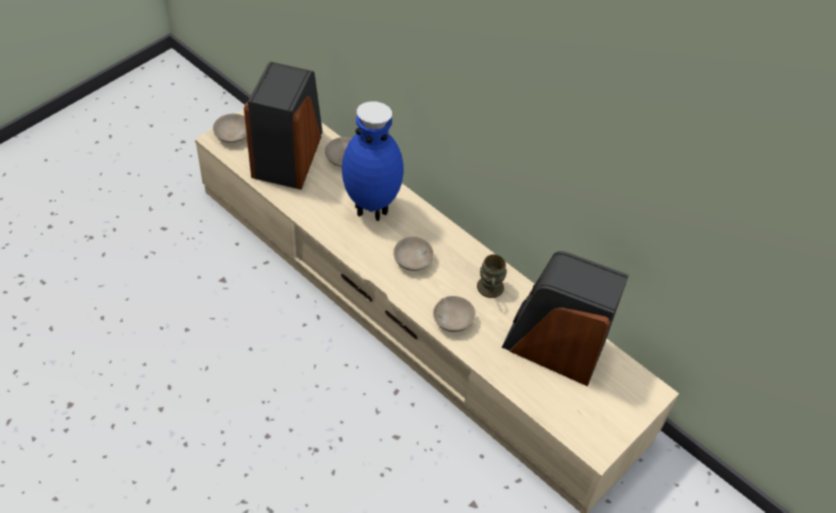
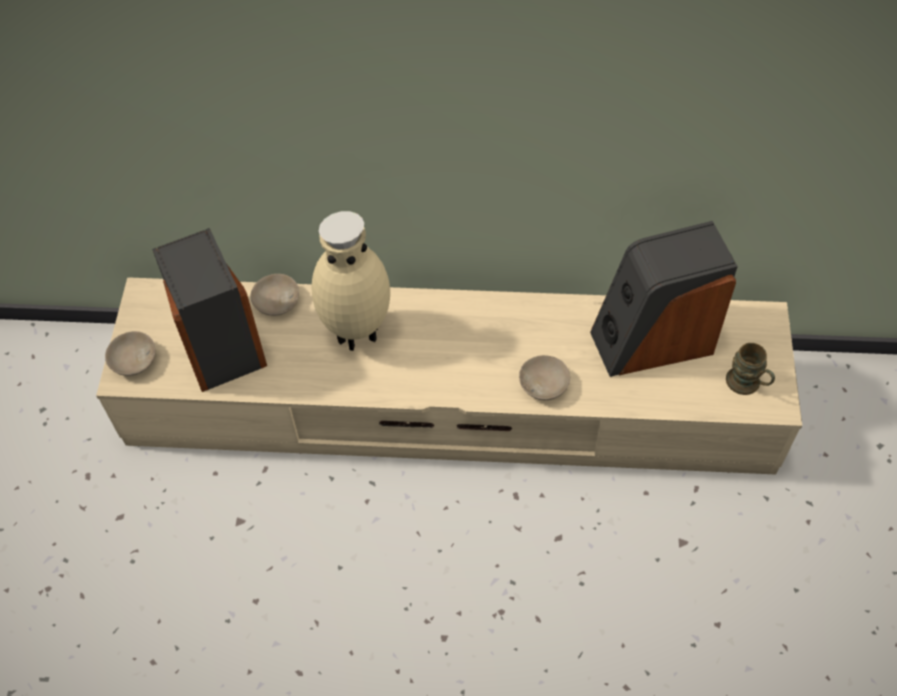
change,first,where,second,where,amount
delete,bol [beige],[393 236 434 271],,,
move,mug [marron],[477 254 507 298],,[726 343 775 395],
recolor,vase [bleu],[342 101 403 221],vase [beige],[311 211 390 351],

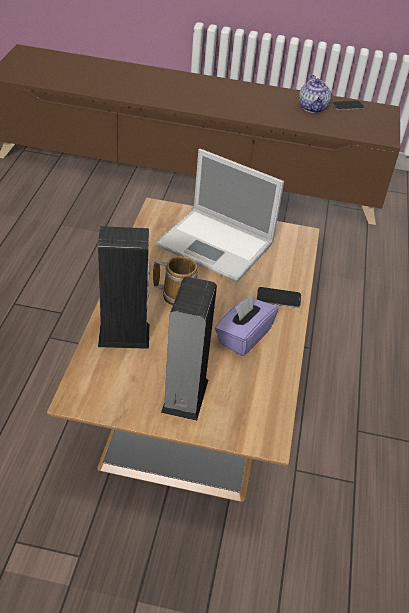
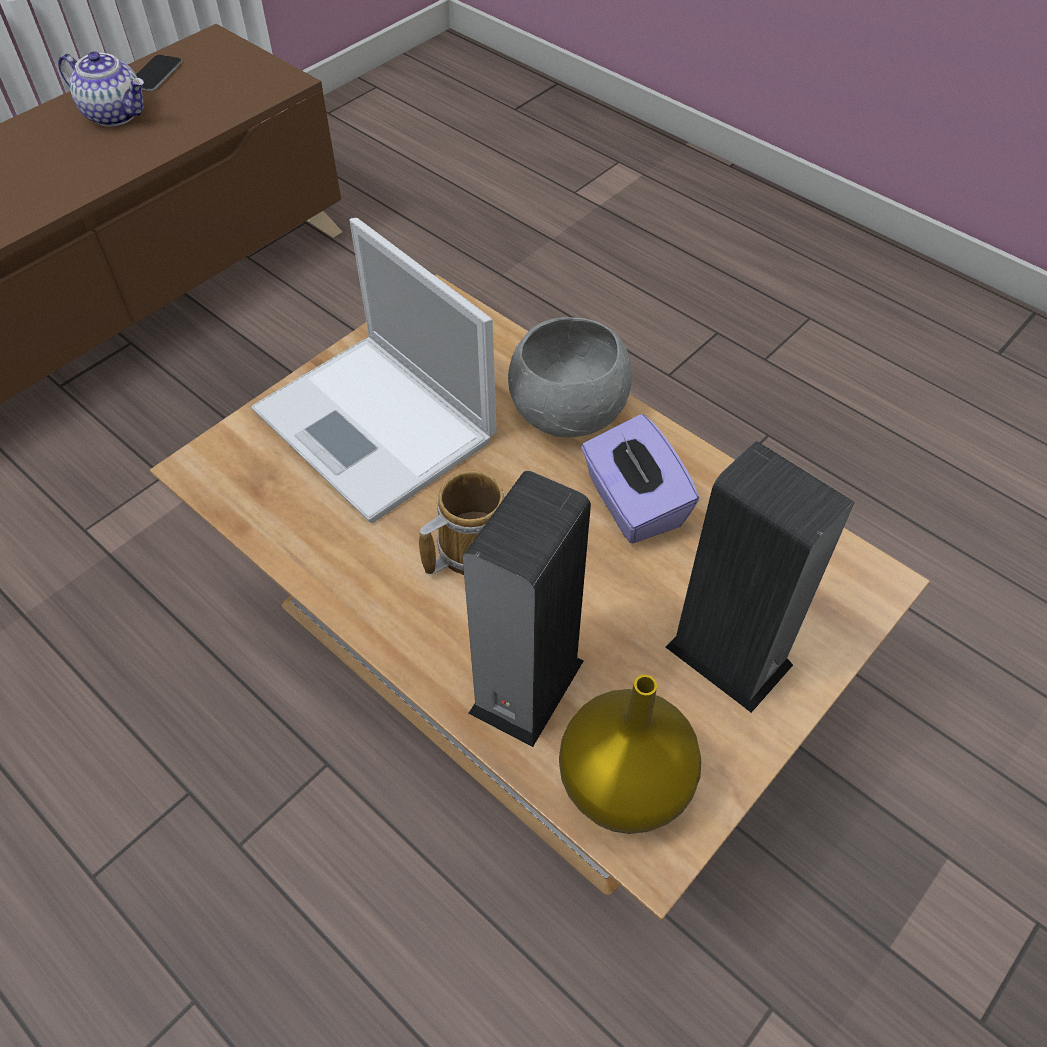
change,first,where,second,where,amount
insert,,,vase [jaune],[559 675 701 834],
replace,téléphone,[257 287 301 308],bol [gris],[508 317 632 437],
rotate,ordinateur portable,[155 149 284 282],,[251 218 496 523],75 degrees clockwise

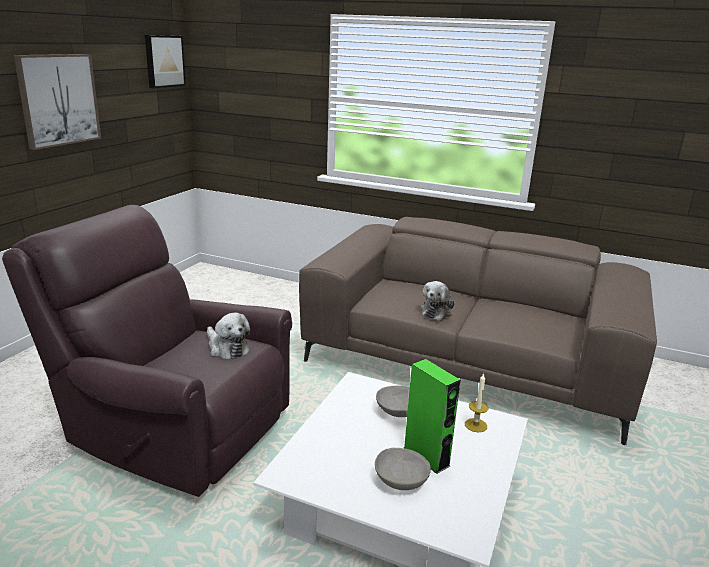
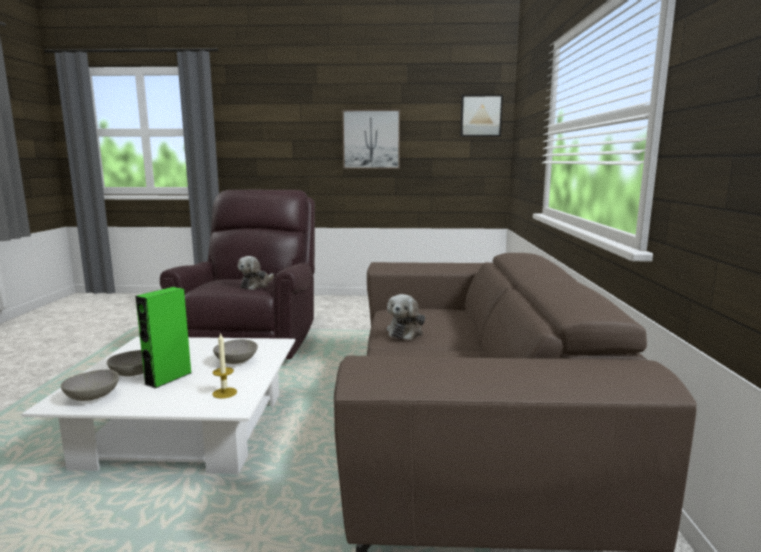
change,first,where,second,where,amount
insert,,,bol [gris],[61 370 119 401],
rotate,peluche,[421 281 455 321],,[387 294 425 340],75 degrees counterclockwise

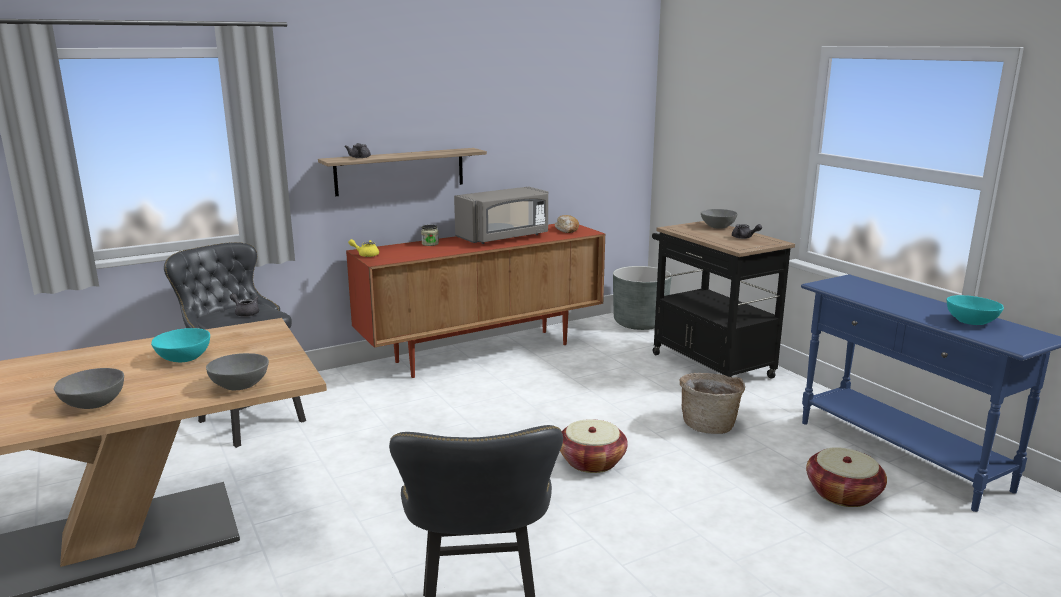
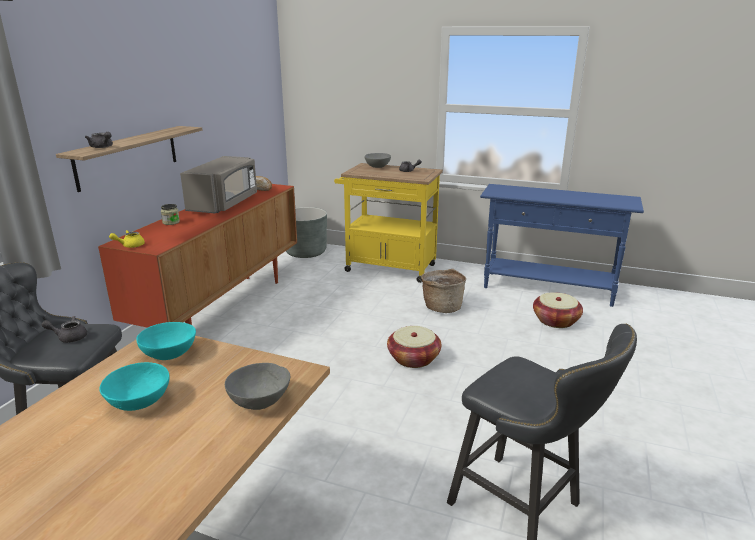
change,first,where,second,where,amount
delete,bol [gris],[54 368 124 409],,,
move,bol [turquoise],[947 295 1004 325],,[136 322 196 360],
recolor,chariot [noir],[652 221 795 379],chariot [jaune],[334 163 443 283],

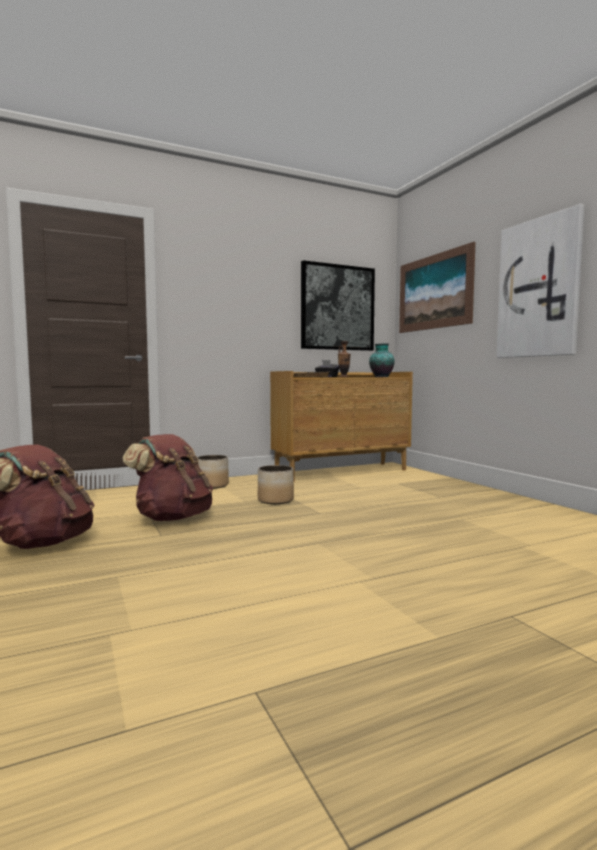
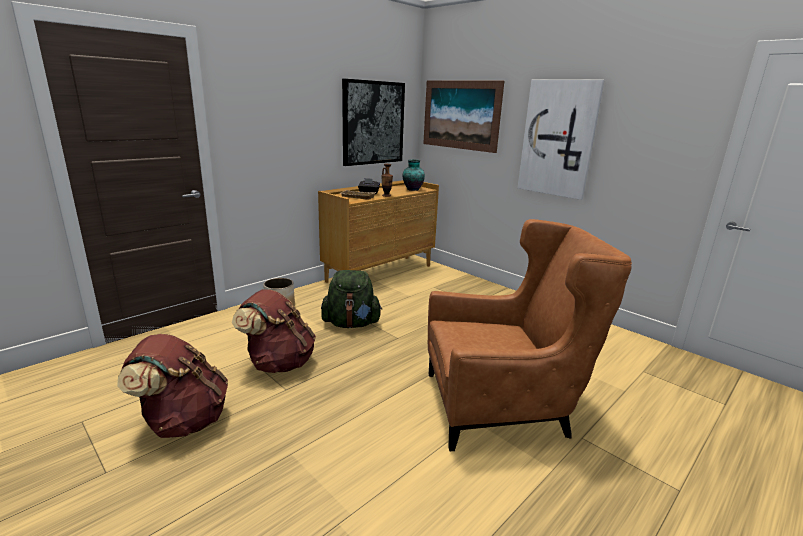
change,first,where,second,where,amount
insert,,,fauteuil [marron],[428 219 632 451],
replace,cache-pot,[258 465 294 504],sac à dos [vert],[321 270 382 328],

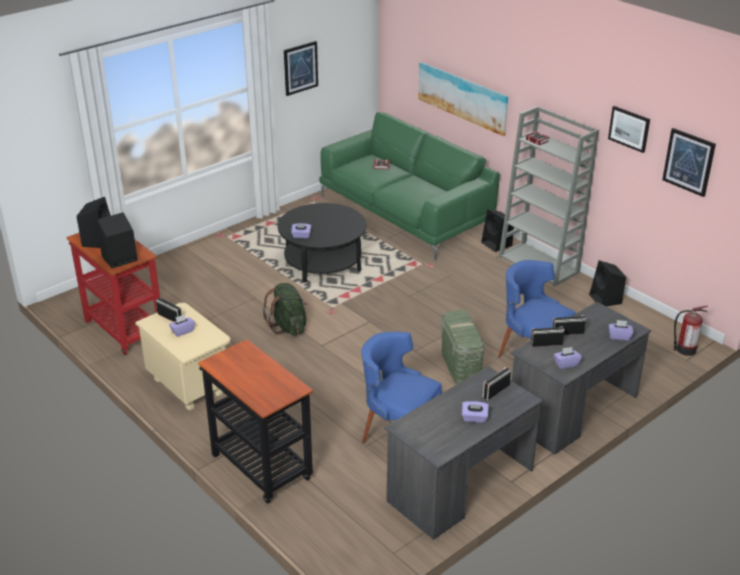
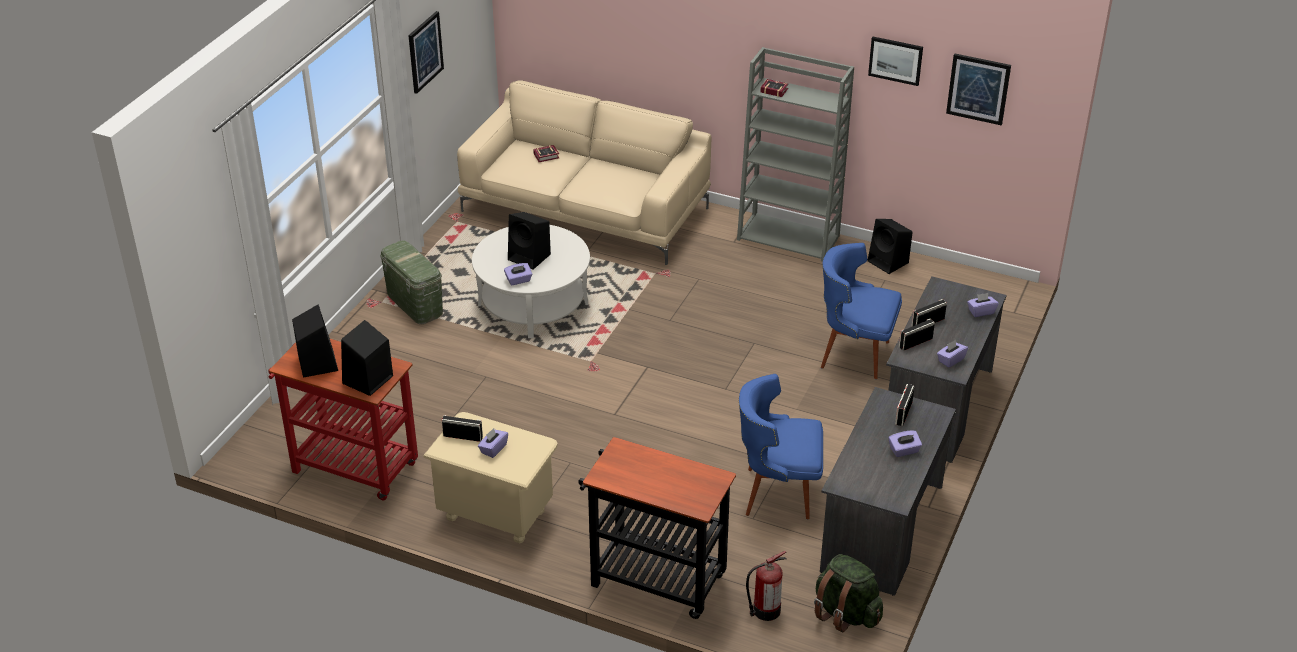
change,first,where,second,where,amount
delete,tableau,[418 62 508 136],,,
move,sac à dos [vert],[263 283 307 336],,[814 554 883 633],
move,boîte de rangement [vert],[441 310 485 385],,[380 240 443 324],
move,enceinte [noir],[481 209 514 252],,[508 212 551 270],
move,extincteur,[674 305 708 356],,[746 551 787 621],
recolor,table basse [noir],[278 203 367 283],table basse [blanc],[472 225 590 338],
recolor,canapé [vert],[319 112 500 261],canapé [beige],[457 80 711 265],

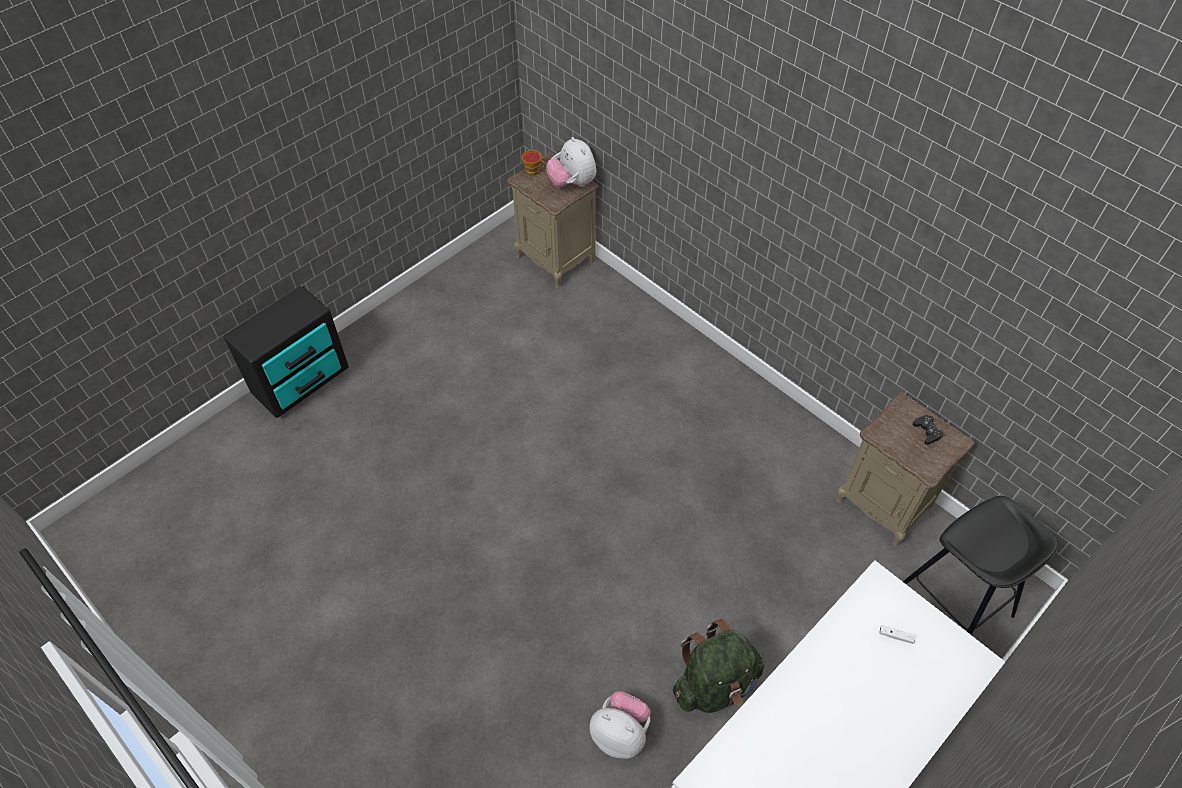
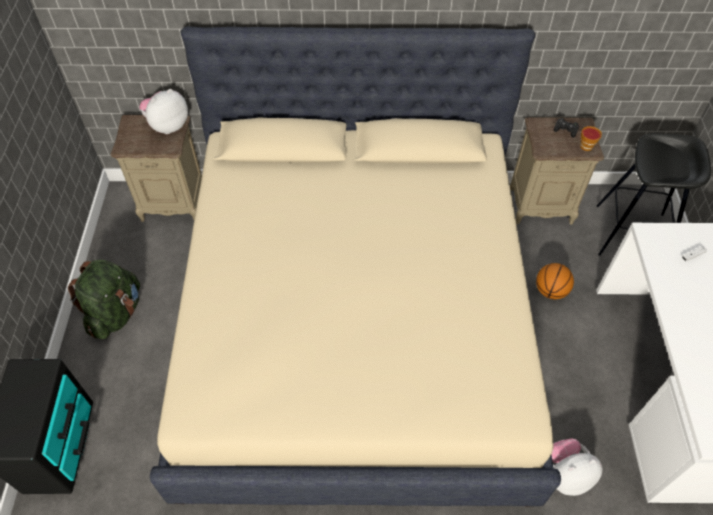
change,first,where,second,where,amount
insert,,,lit [beige],[150 26 561 507],
insert,,,ballon de basket,[536 263 574 299],
move,tasse,[522 150 545 176],,[580 126 602 151],
move,sac à dos [vert],[673 619 764 713],,[68 260 140 339],
rotate,peluche,[546 137 596 187],,[139 89 188 134],120 degrees clockwise

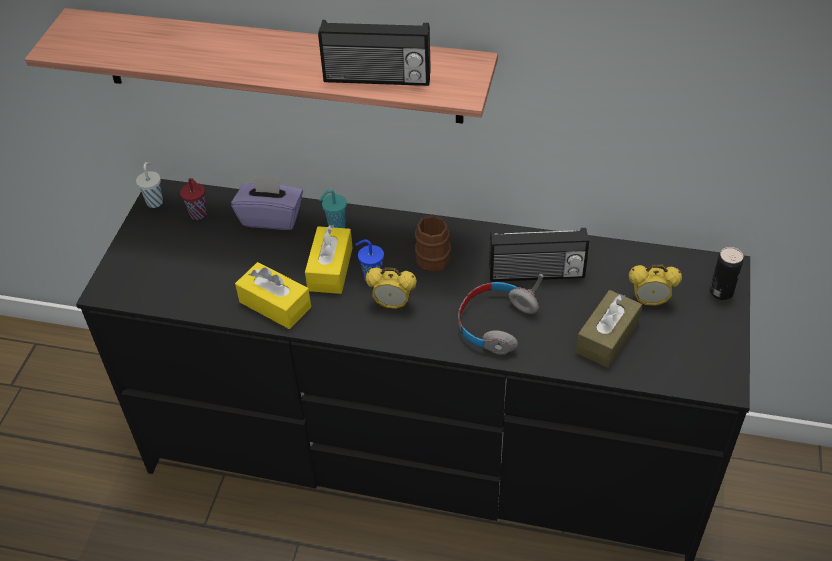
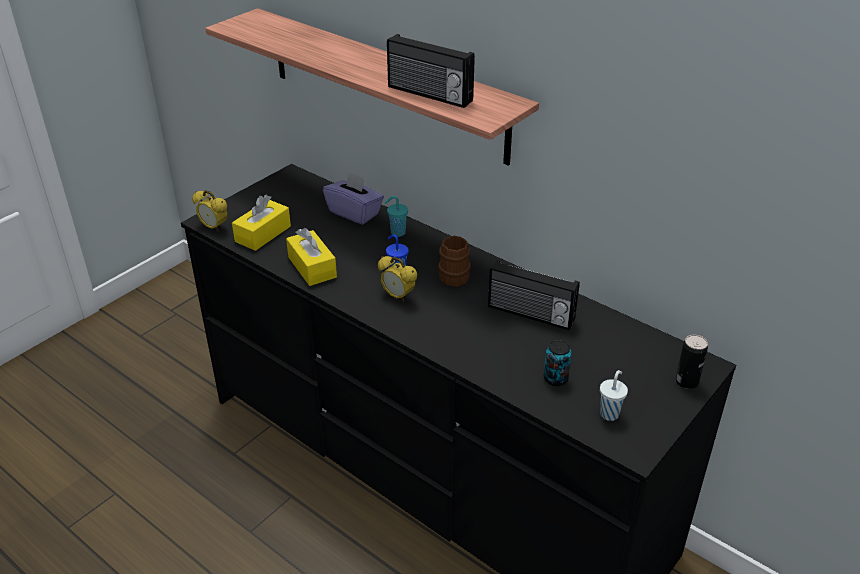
change,first,where,second,where,amount
delete,tasse [rouge],[180 178 207 220],,,
delete,casque audio [gris],[458 274 543 355],,,
move,tasse [blanc],[136 162 163 208],,[600 370 628 421],
move,boîte à mouchoirs [jaune],[305 225 353 294],,[232 195 291 251],
move,réveil,[629 264 682 306],,[192 190 228 232],
replace,boîte à mouchoirs [marron],[576 290 642 368],boîte métallique,[544 340 572 386],

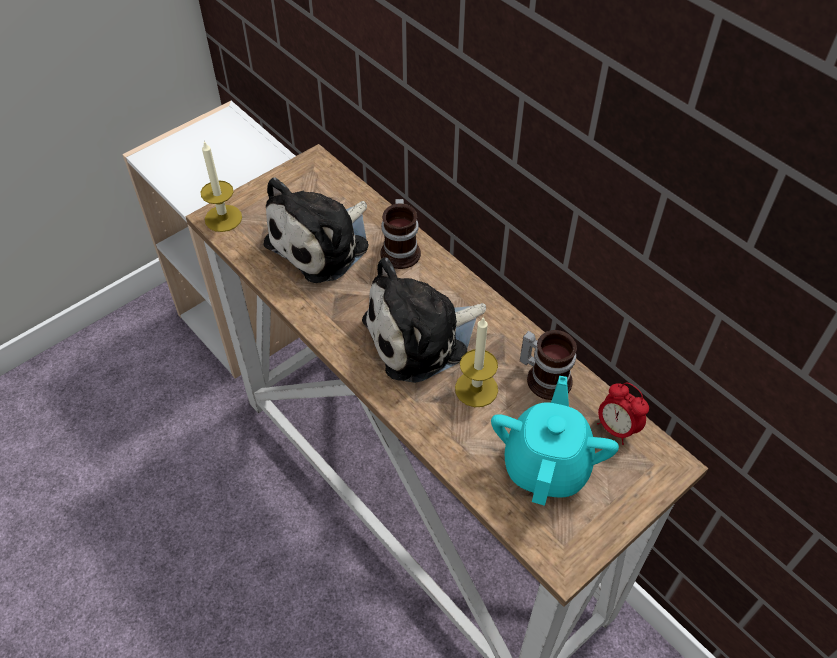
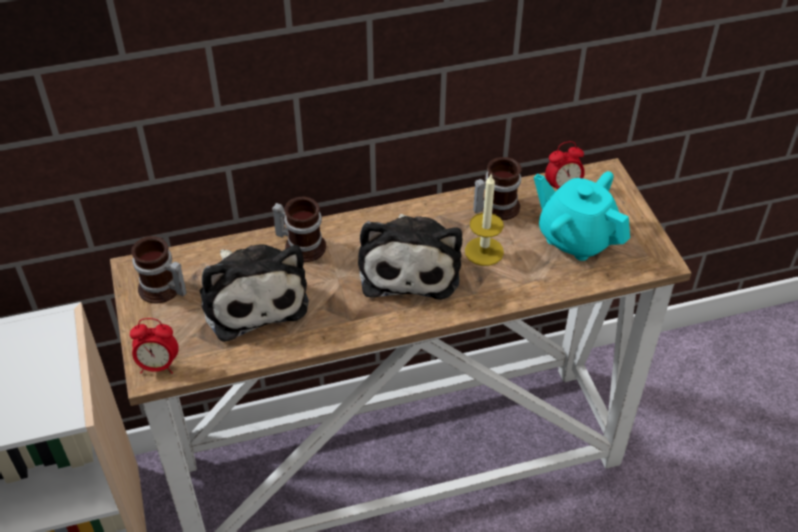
change,first,where,second,where,amount
insert,,,mug,[131 236 187 304],
replace,bougie,[201 140 242 232],réveil,[130 318 179 374],

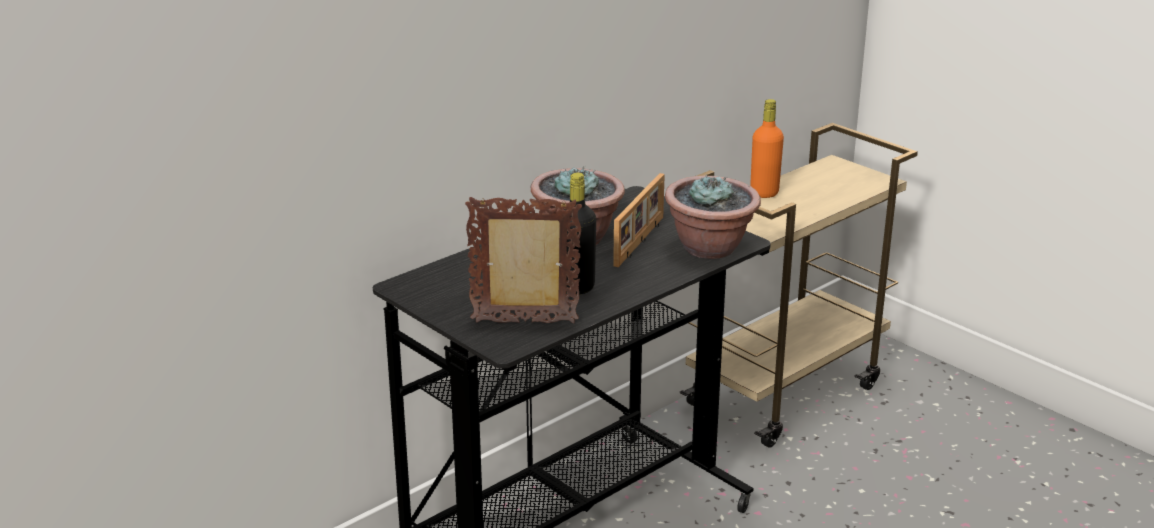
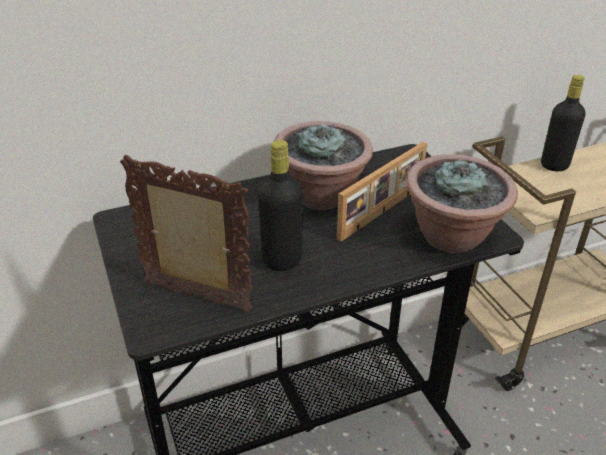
change,first,where,second,where,amount
recolor,bouteille [orange],[750 99 784 198],bouteille [noir],[541 75 586 171],

